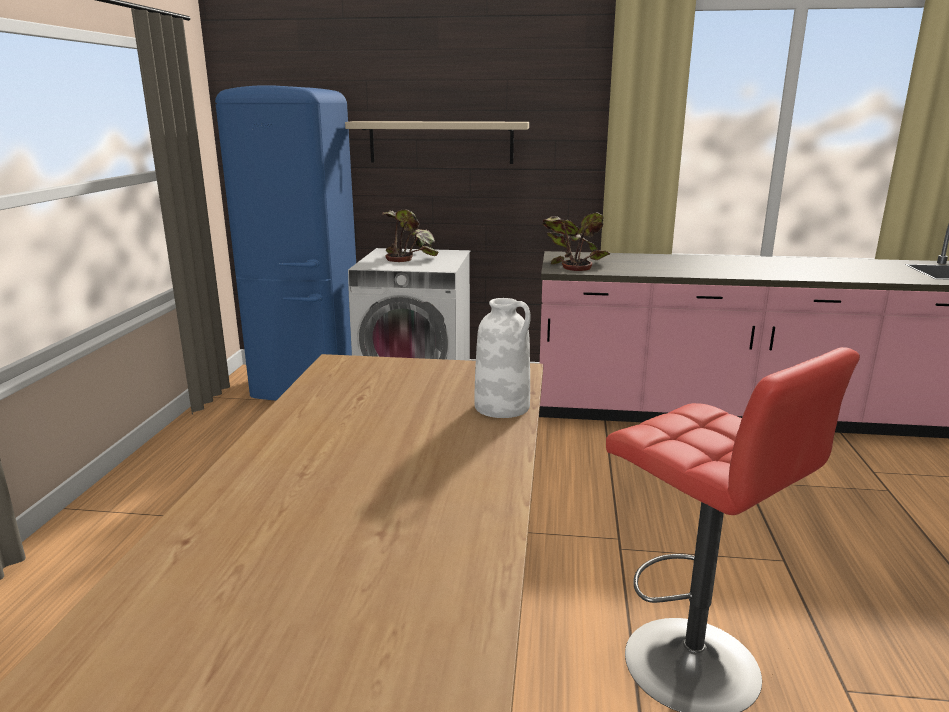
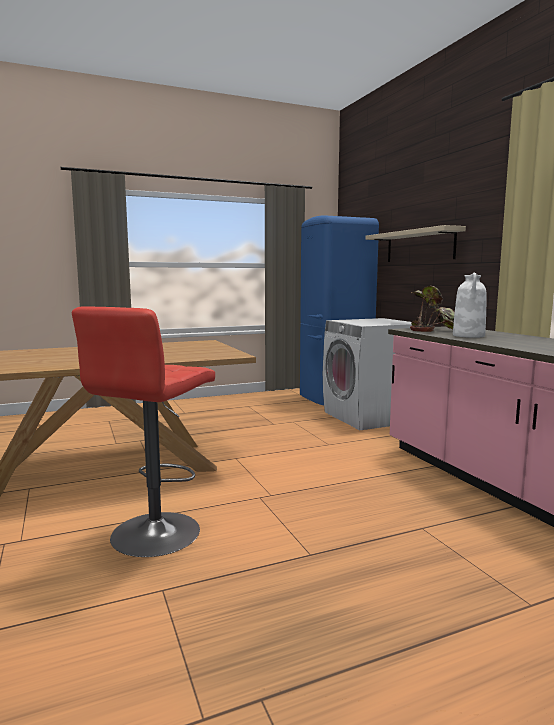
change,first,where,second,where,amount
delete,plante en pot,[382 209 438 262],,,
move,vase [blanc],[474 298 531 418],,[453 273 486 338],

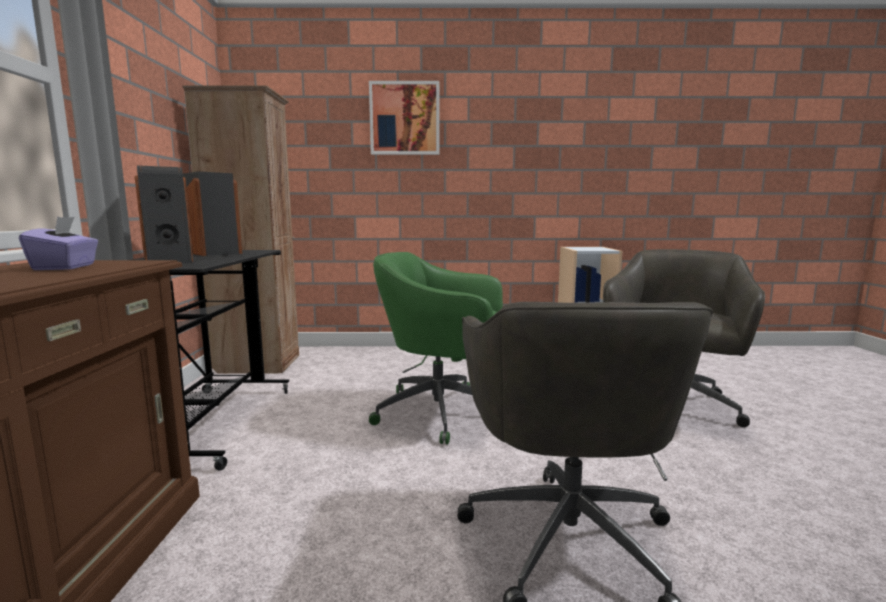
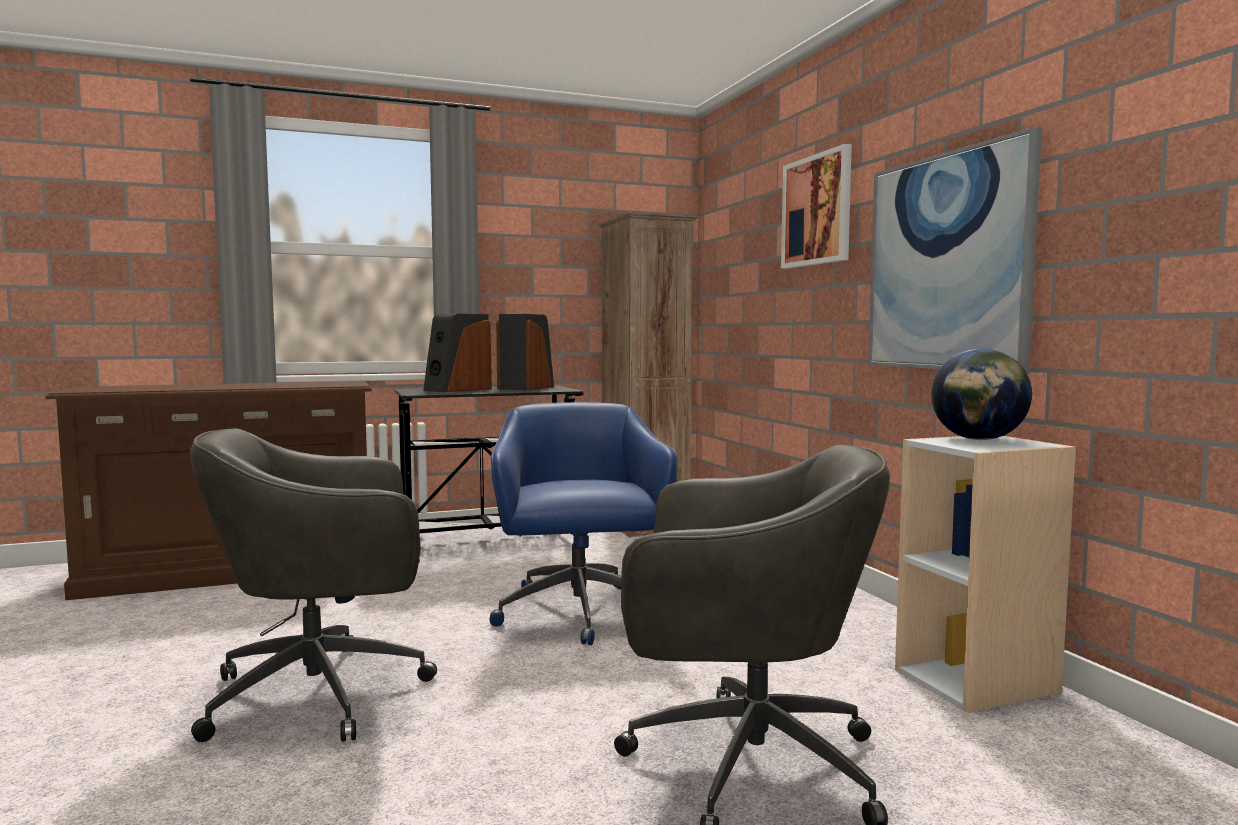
change,first,where,second,where,amount
delete,boîte à mouchoirs [violet],[19 217 98 270],,,
insert,,,tableau,[868 127 1042 374],
insert,,,globe,[931 349 1032 440],
recolor,chaise de bureau [vert],[369 252 503 445],chaise de bureau [bleu],[489 402 678 645],

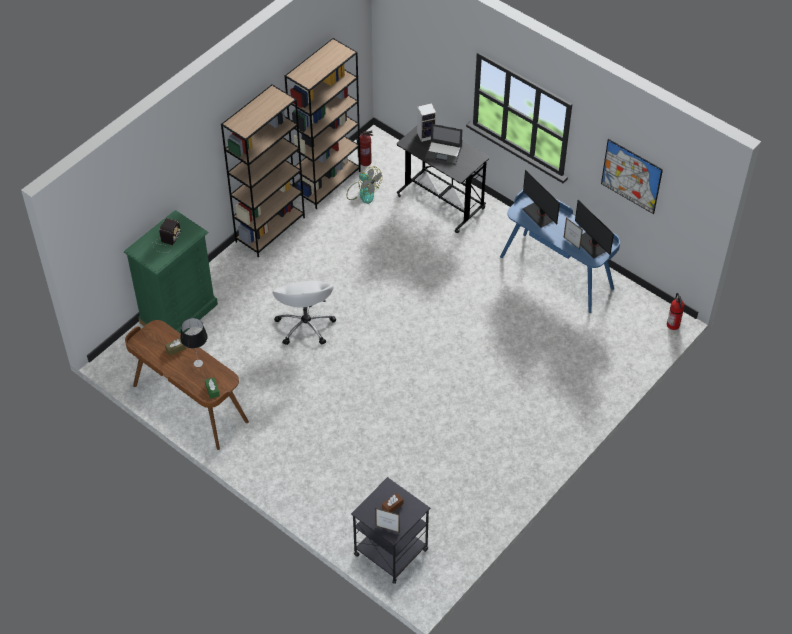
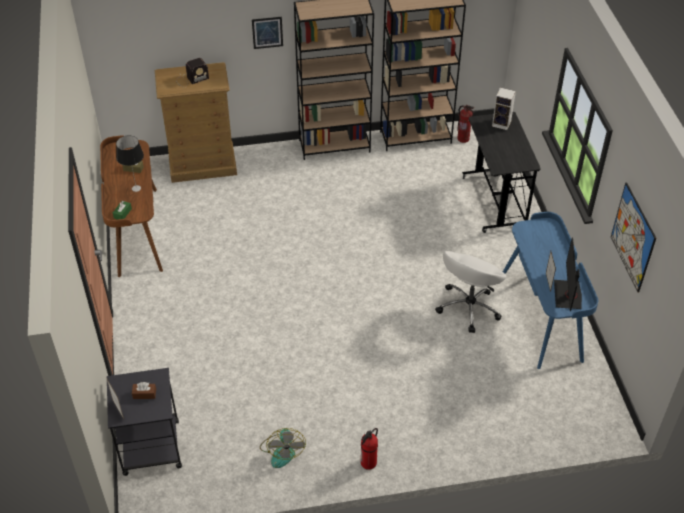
change,first,where,second,where,amount
delete,ordinateur portable,[425 124 462 165],,,
delete,écran d'ordinateur,[523 170 560 228],,,
insert,,,tableau,[252 17 283 49],
move,chaise de bureau [blanc],[273 281 336 345],,[435 251 507 333],
move,ventilateur,[347 167 382 204],,[260 428 306 468],
move,extincteur,[667 293 685 330],,[361 428 378 470],
recolor,commode [vert],[124 210 218 334],commode [marron],[155 62 237 183],

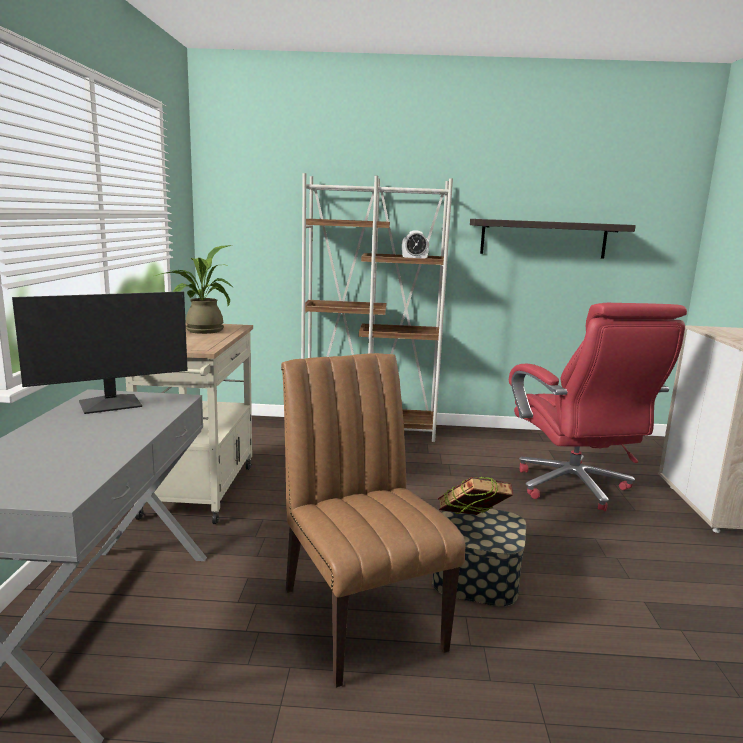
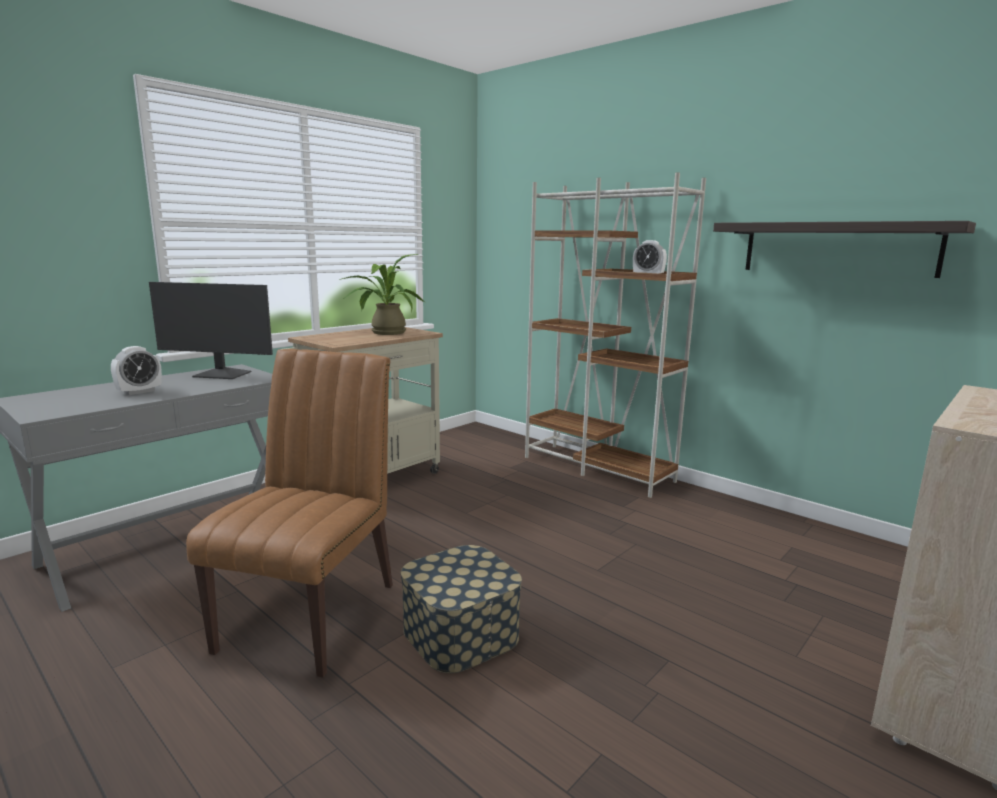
change,first,where,second,where,amount
delete,livre,[438 476 513 515],,,
delete,chaise de bureau [rouge],[509 303 687 512],,,
insert,,,réveil,[111 346 162 395],

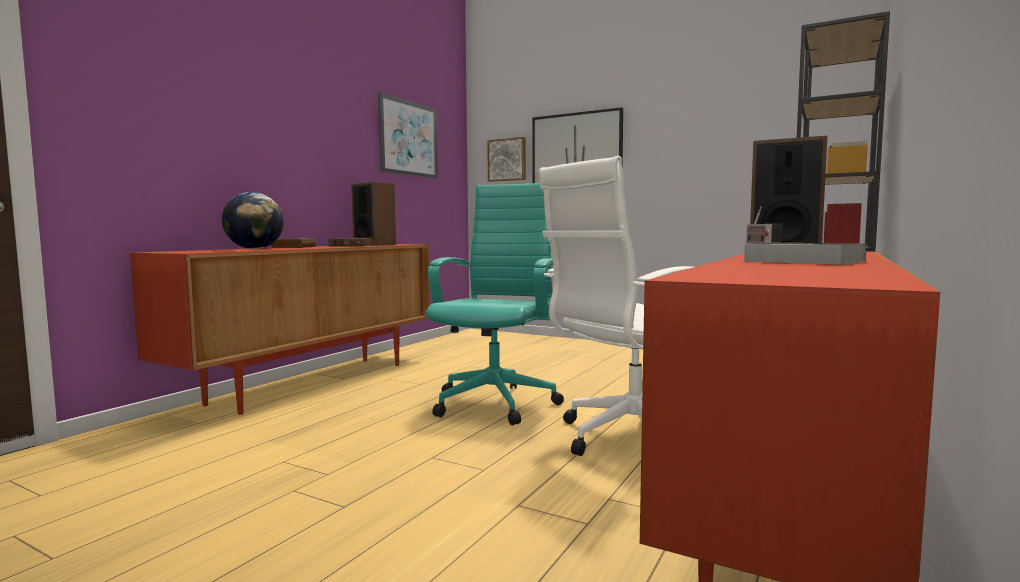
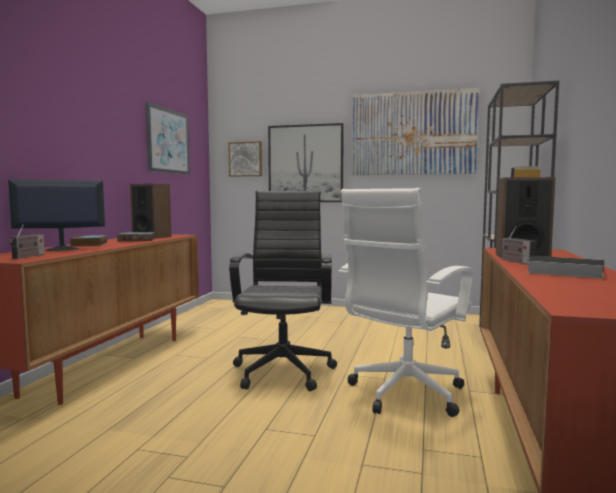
change,first,where,second,where,amount
insert,,,radio,[9 225 45 259],
insert,,,tableau,[352 88 479 175],
replace,globe,[222 192 284 249],écran d'ordinateur,[8 180 105 251],
recolor,chaise de bureau [turquoise],[426 183 564 425],chaise de bureau [noir],[229 191 337 391],

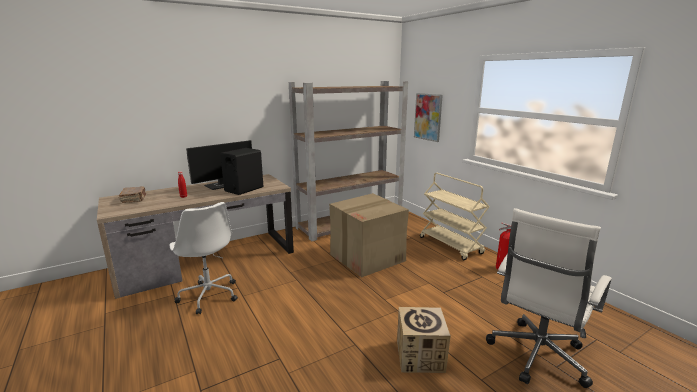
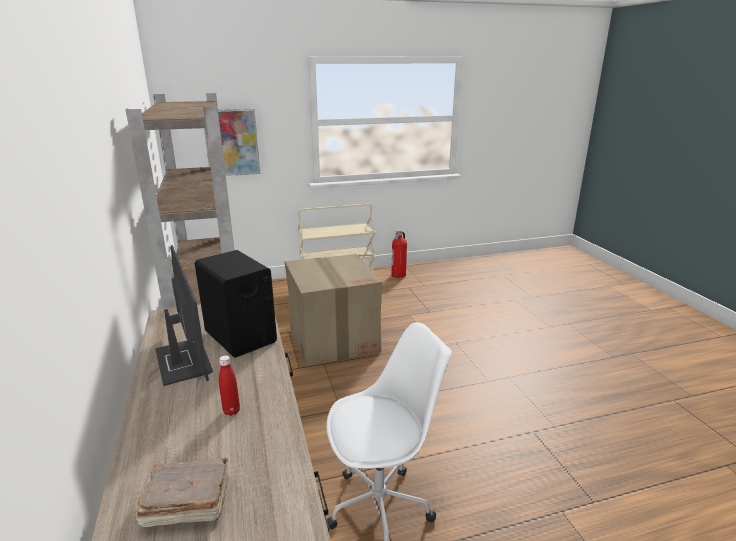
change,first,where,second,where,amount
delete,carton,[397 307 451 373],,,
delete,chaise de bureau [blanc],[486 208 612 388],,,

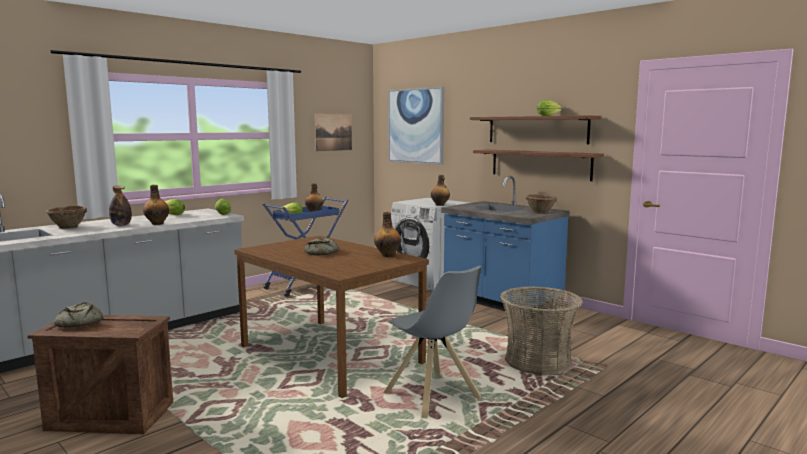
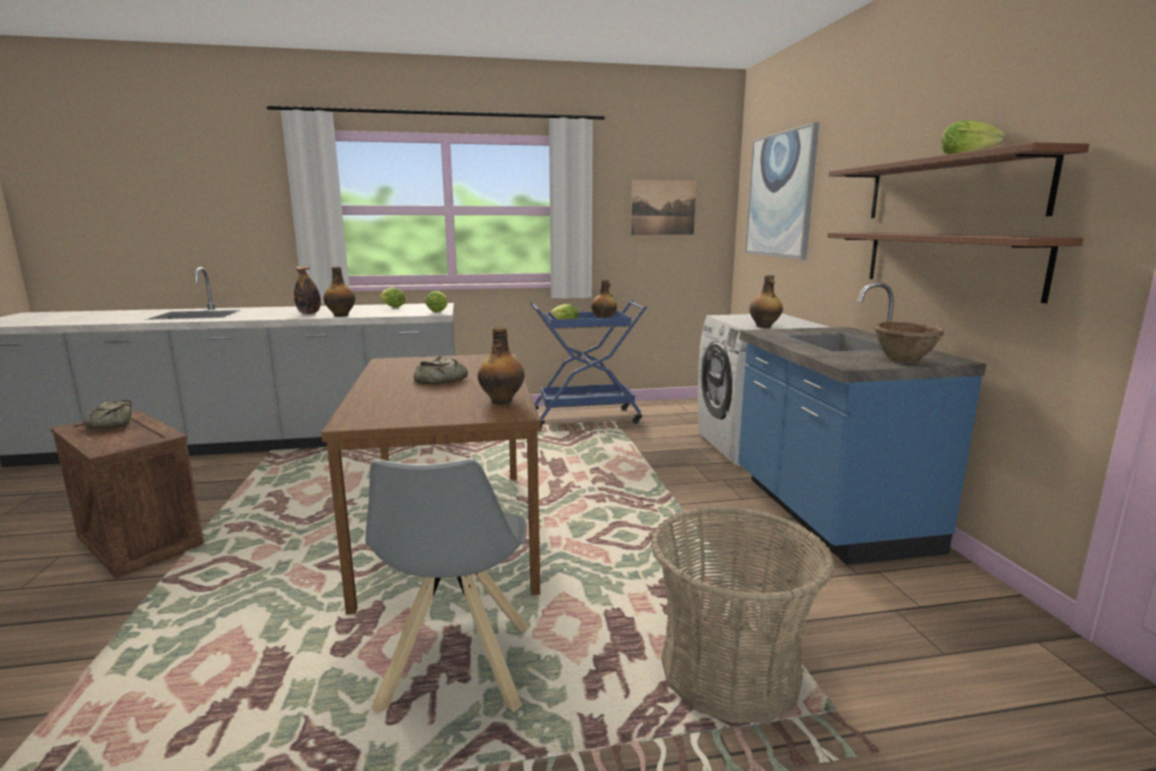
change,first,where,second,where,amount
delete,bol [marron],[46 205 87 229],,,

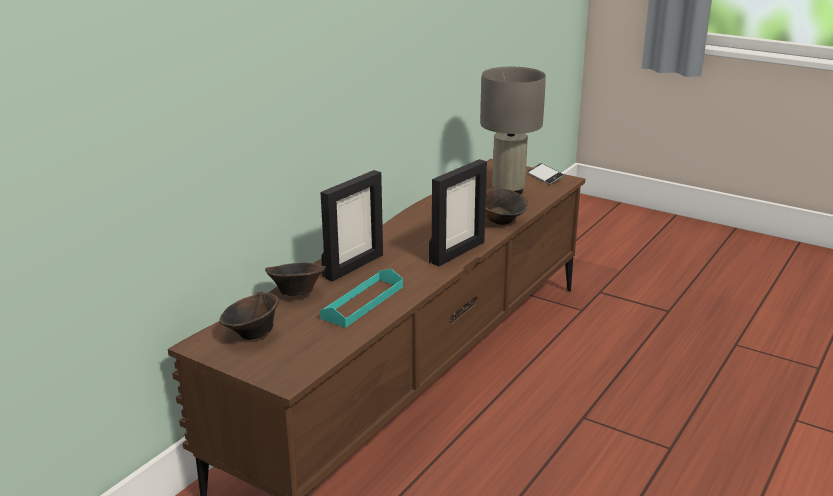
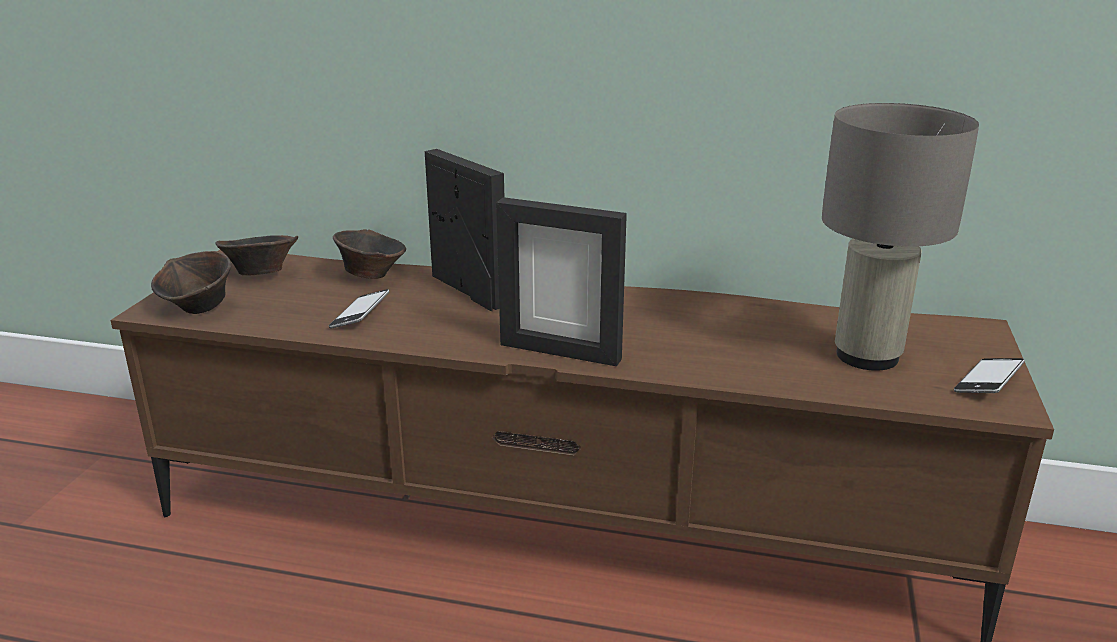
change,first,where,second,where,amount
move,bol [marron],[485 188 528 225],,[151 251 232 314],
replace,plateau [turquoise],[320 269 403 328],téléphone,[329 289 389 328],
rotate,cadre photo,[320 170 383 281],,[425 149 504 311],150 degrees counterclockwise

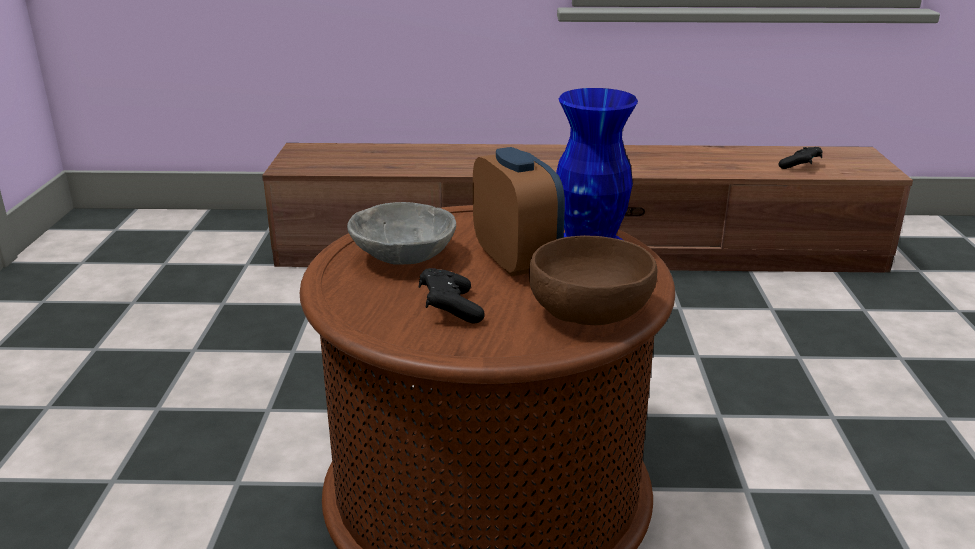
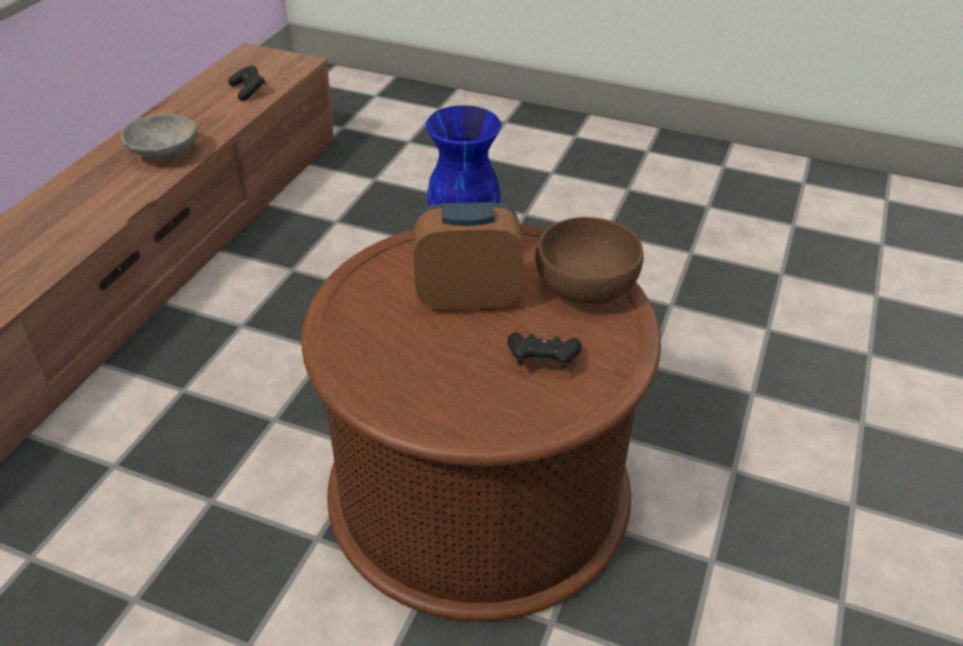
change,first,where,second,where,amount
move,bol [gris],[347 202 456 265],,[120 113 197 159],

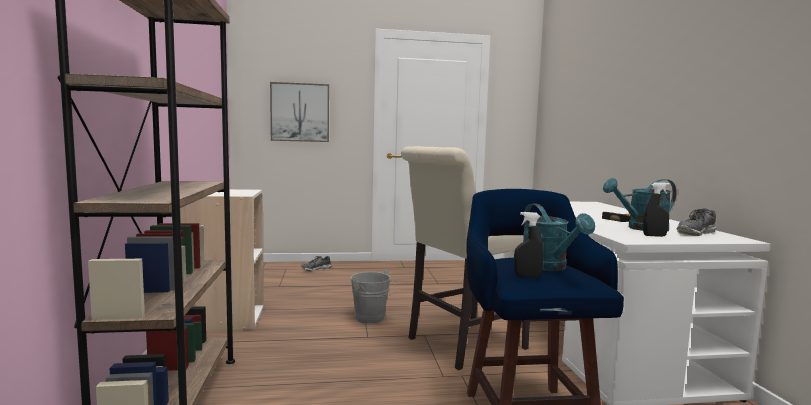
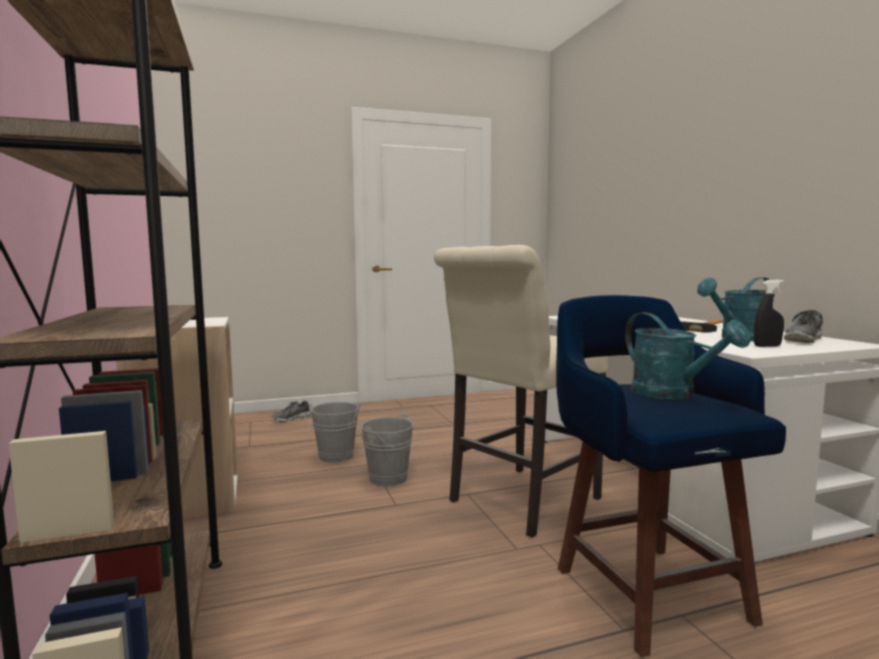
change,first,where,second,where,amount
delete,tableau,[270 82 329 142],,,
delete,vaporisateur [noir],[514 212 544 277],,,
insert,,,seau [gris],[308 402 361 463],

